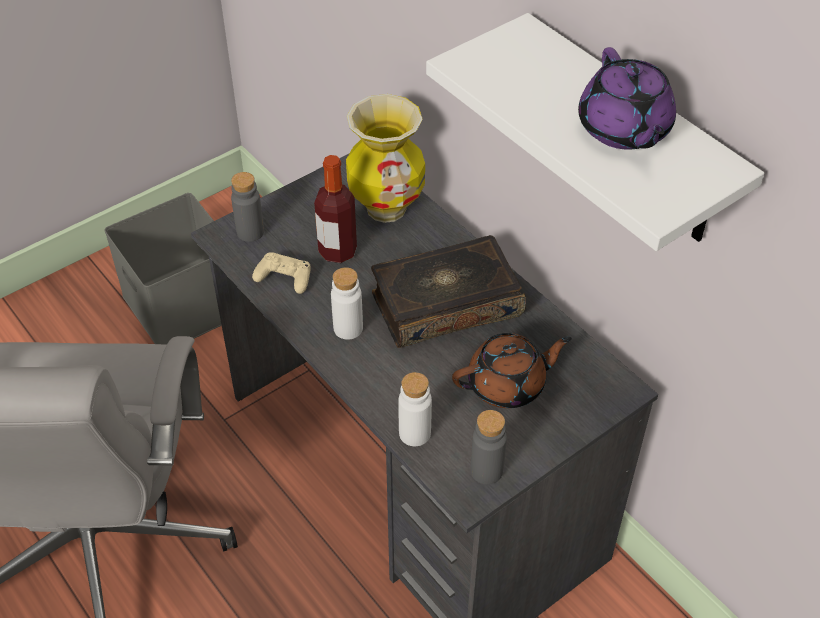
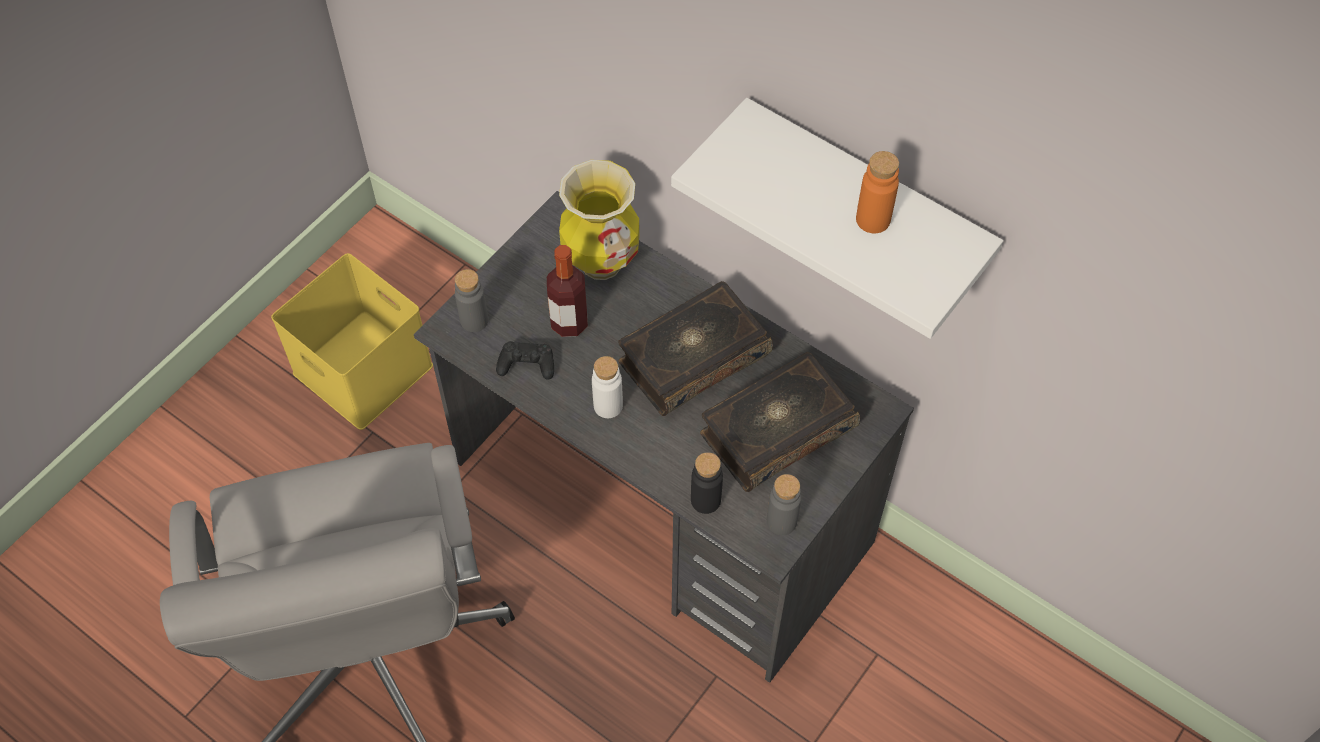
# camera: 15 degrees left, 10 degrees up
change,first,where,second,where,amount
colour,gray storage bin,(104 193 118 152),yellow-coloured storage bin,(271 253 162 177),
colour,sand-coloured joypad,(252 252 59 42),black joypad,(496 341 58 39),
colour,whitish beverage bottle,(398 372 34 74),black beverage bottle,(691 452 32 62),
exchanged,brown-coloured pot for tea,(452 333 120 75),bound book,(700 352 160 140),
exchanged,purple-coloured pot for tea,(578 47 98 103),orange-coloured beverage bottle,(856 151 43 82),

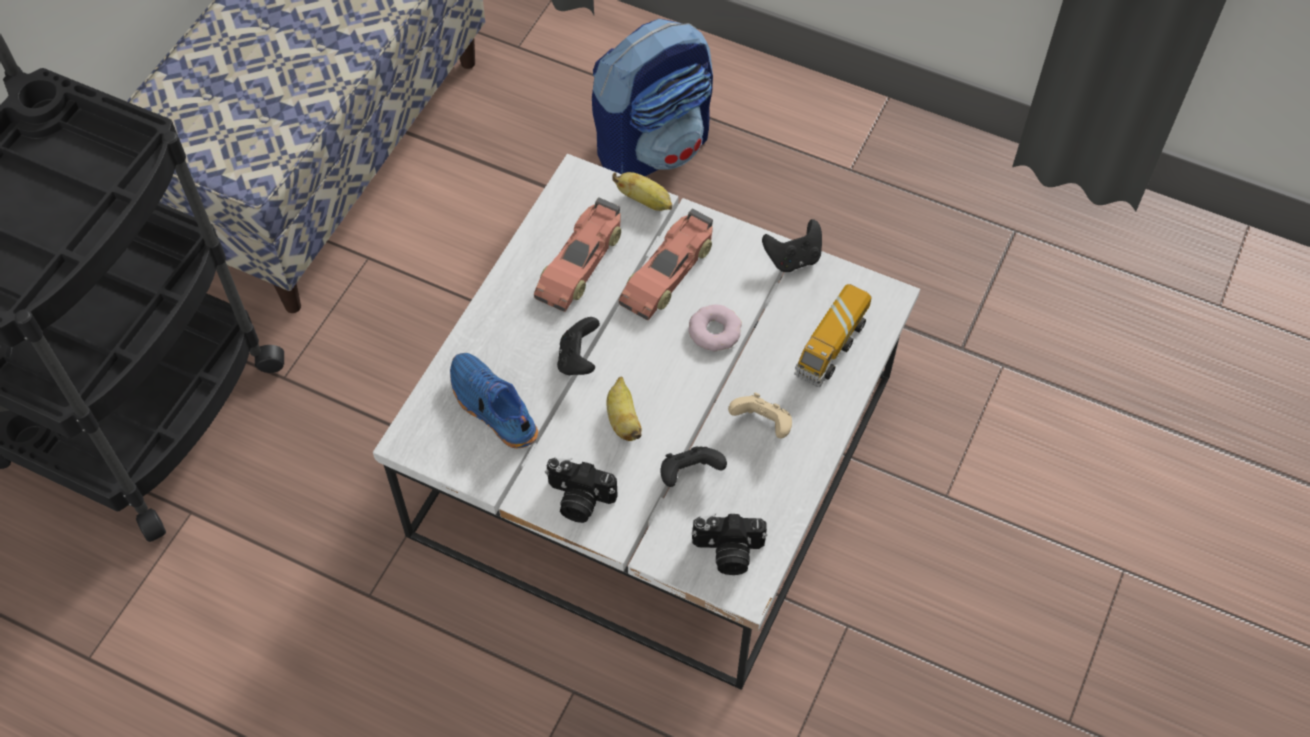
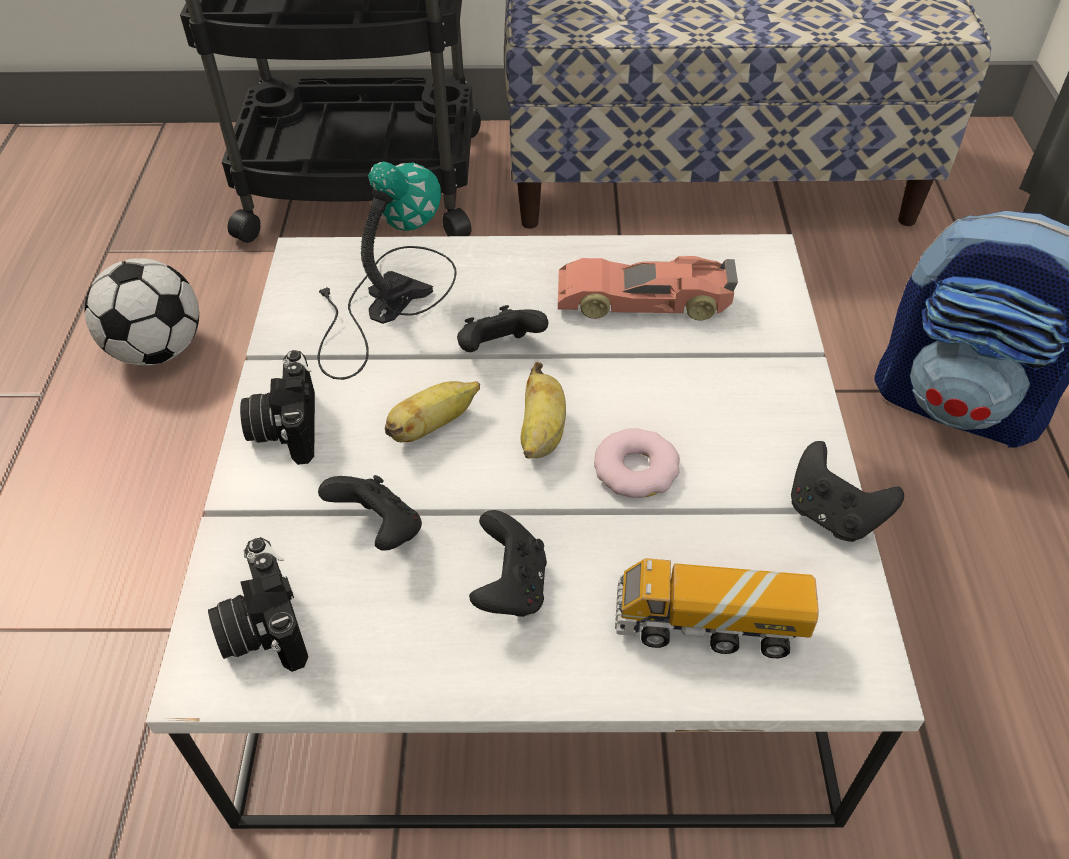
# camera: 65 degrees right, 10 degrees down
change,first,where,second,where,amount
exchanged,blue-coloured item of footwear,(450 353 88 95),lamp for a table,(317 161 140 219),
relocated,banana fruit,(612 172 60 39),,(520 362 46 97),
missing,model car,(619 208 94 112),,,
colour,sand-coloured joypad,(728 393 64 46),black joypad,(469 510 78 107),
appeared,,,ball for football,(84 258 115 108),

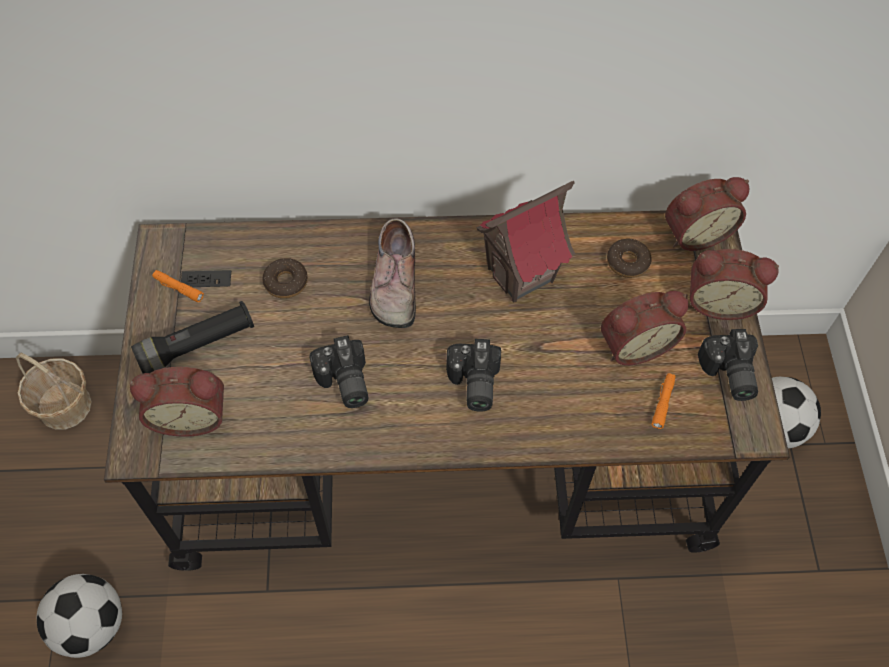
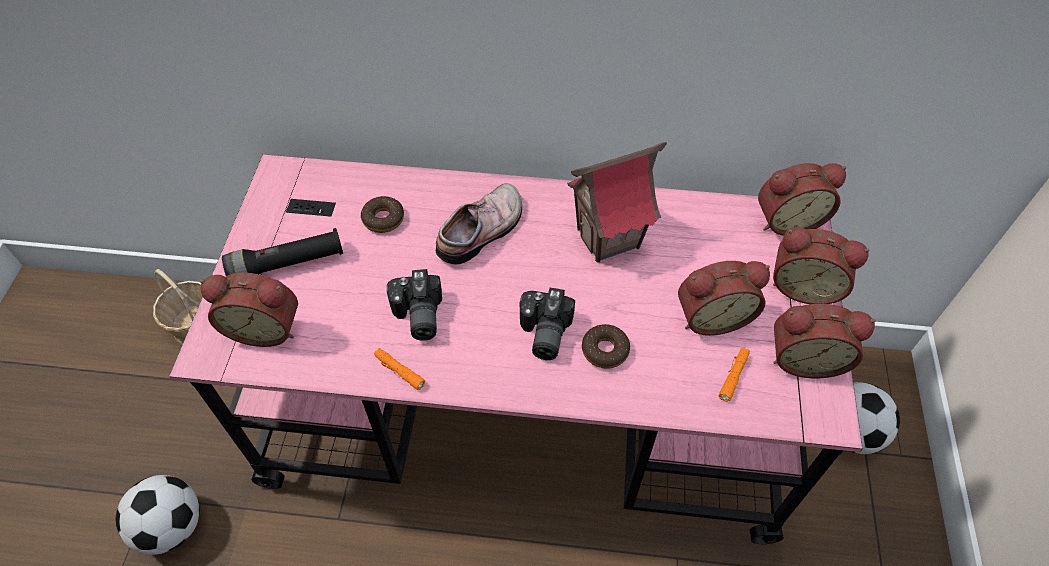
# camera: 10 degrees right, 5 degrees down
change,first,where,second,where,amount
colour,brown-coloured desk table,(104 210 686 361),pinkish desk table,(169 154 694 390),
relocated,orange-coloured flashlight,(152 270 52 32),,(374 348 52 42),
spun,item of footwear,(369 218 47 110),,(436 183 86 81),150 degrees counterclockwise
relocated,doughnut,(607 239 45 39),,(582 324 48 45),
exchanged,photo camera,(698 329 60 72),alarm clock,(773 304 103 74),

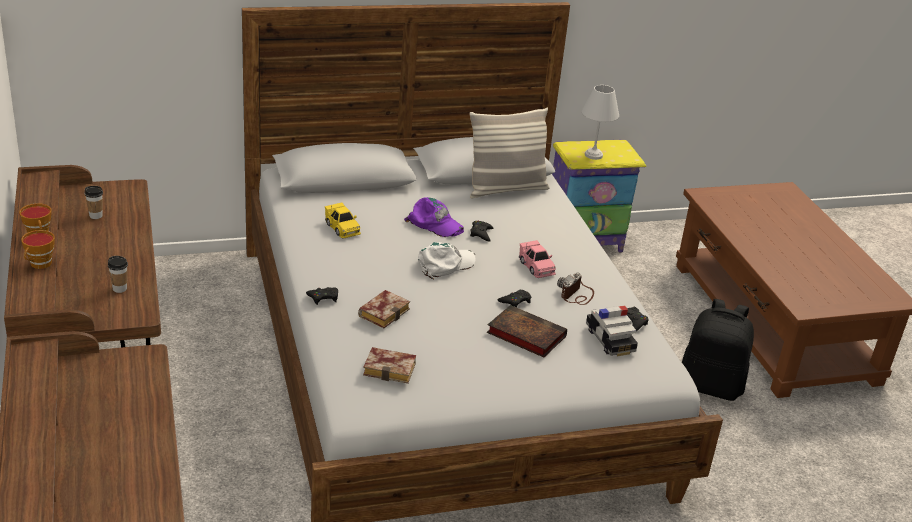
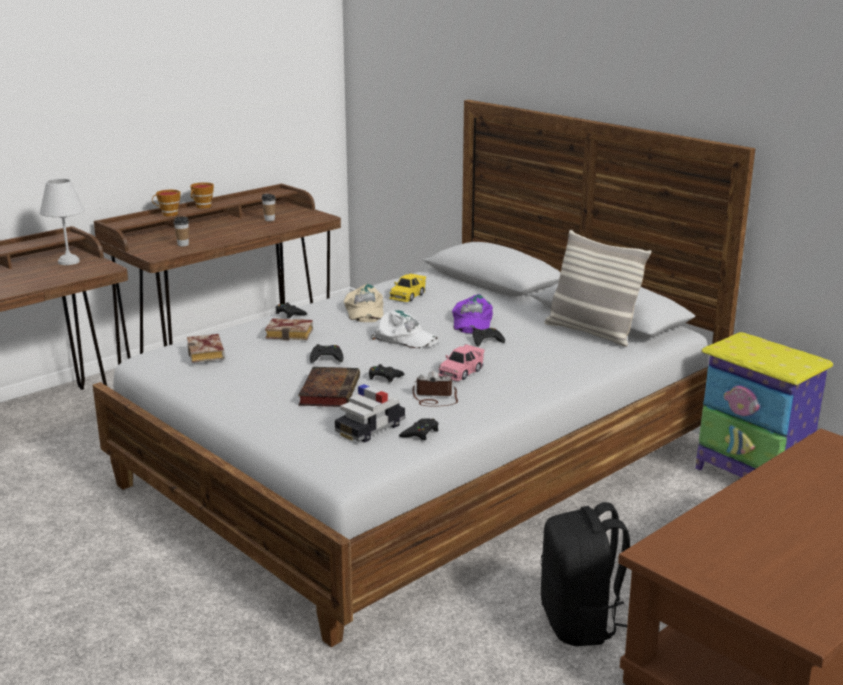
# camera: 65 degrees right, 10 degrees down
change,first,where,second,where,amount
relocated,whitish lamp for a table,(582 85 37 75),,(40 179 45 86),
appeared,,,black joypad,(310 344 33 19),
appeared,,,sand-coloured baseball cap,(344 284 40 38),

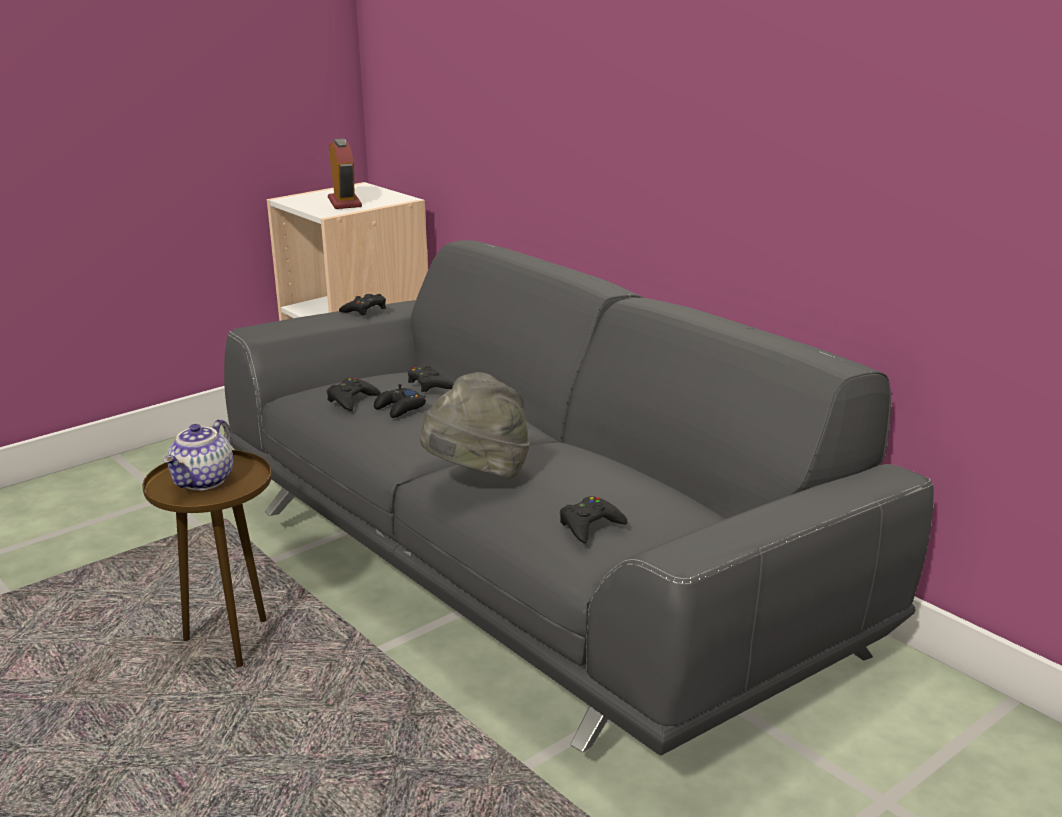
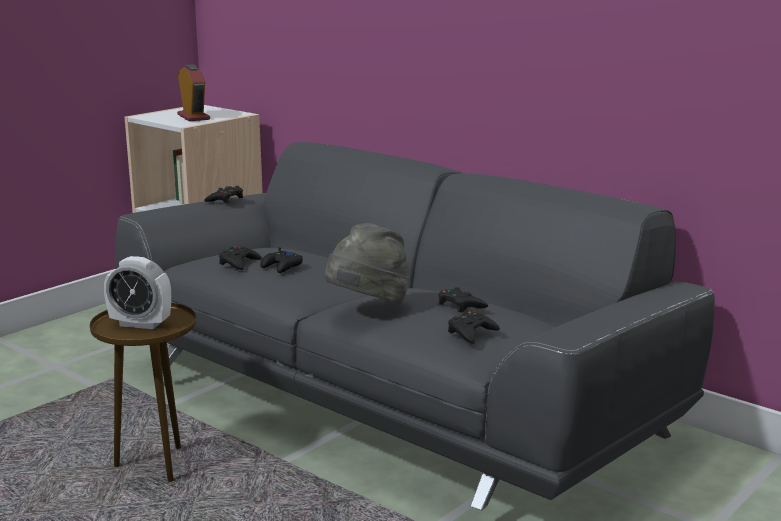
# camera: 10 degrees left, 5 degrees down
change,first,where,second,where,amount
exchanged,pot for tea,(163 419 70 71),alarm clock,(104 256 67 73),
relocated,black joypad,(408 365 46 27),,(438 287 50 25),

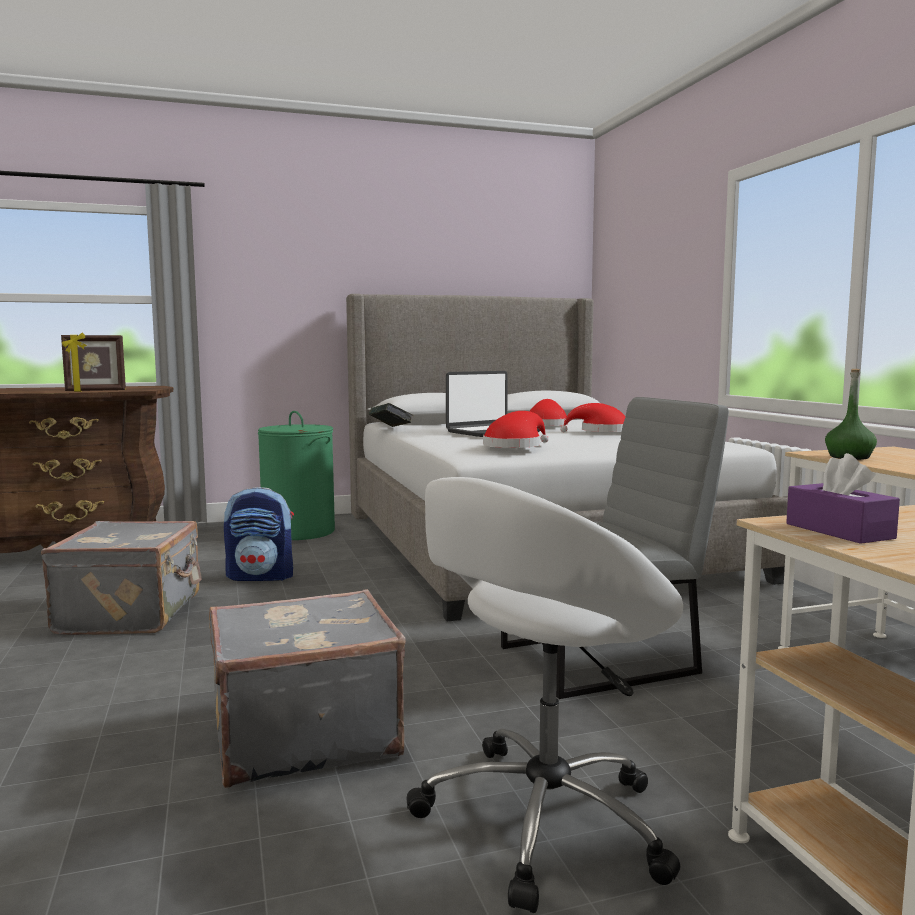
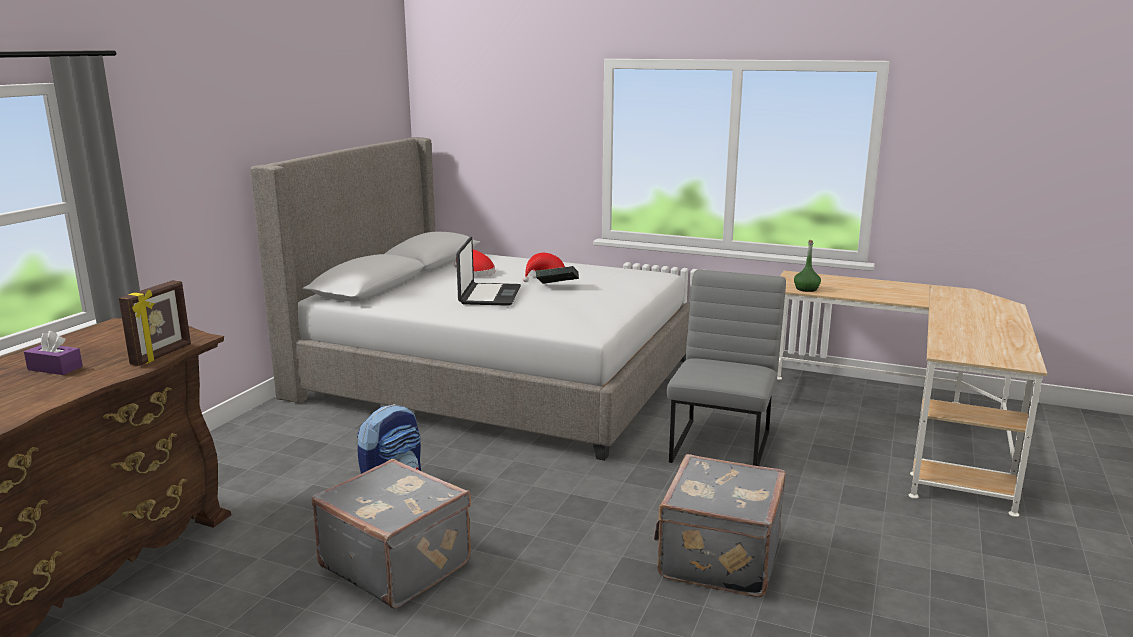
# camera: 50 degrees left, 10 degrees up
change,first,where,second,where,amount
missing,greenish hamper,(258 411 77 129),,,
relocated,bound book,(369 403 45 24),,(536 266 43 18),
missing,whitish computer chair,(407 477 276 436),,,
missing,reddish hat,(483 411 66 37),,,
relocated,purple-coloured tissue holder,(786 453 114 91),,(24 331 59 44),

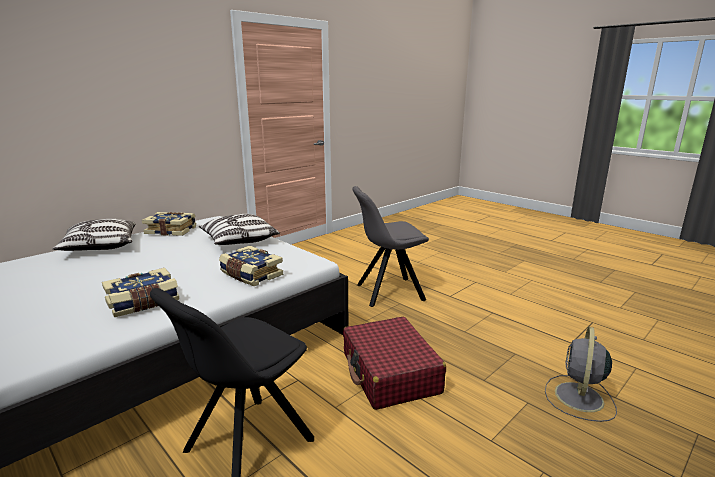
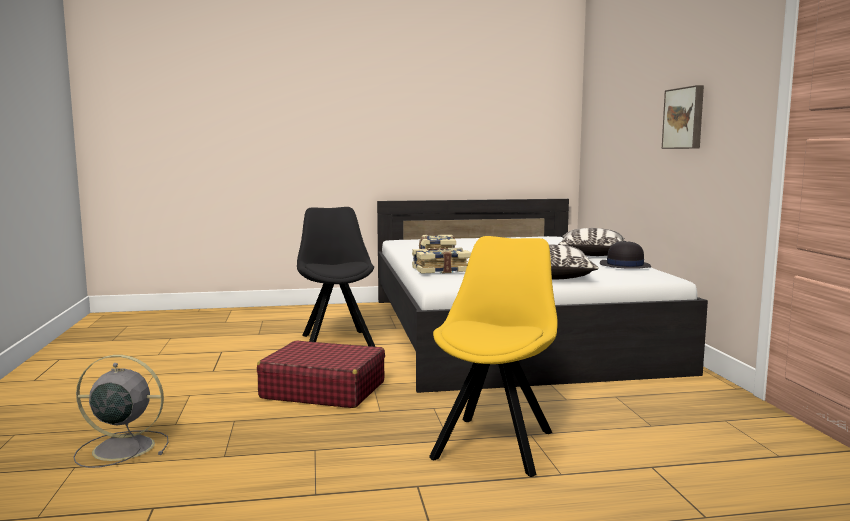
# camera: 125 degrees right, 10 degrees down
change,first,where,second,where,amount
exchanged,bound book,(142 212 54 24),black hat,(600 241 51 28),
colour,gray plain chair,(352 186 77 121),yellow-coloured plain chair,(429 236 129 241),
spun,gray electric fan,(545 327 72 95),,(73 355 95 113),60 degrees counterclockwise
appeared,,,wall art,(662 85 42 64),

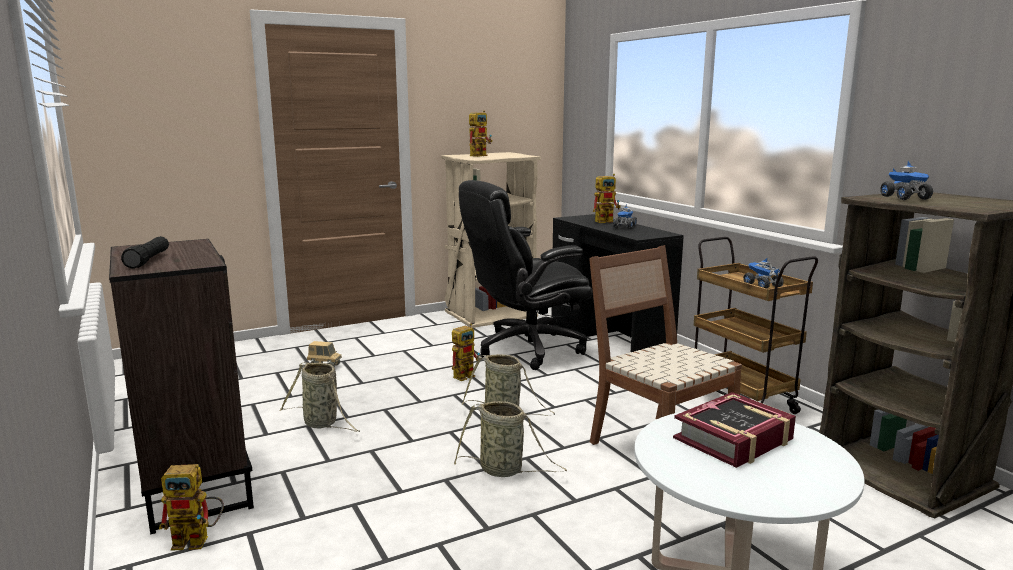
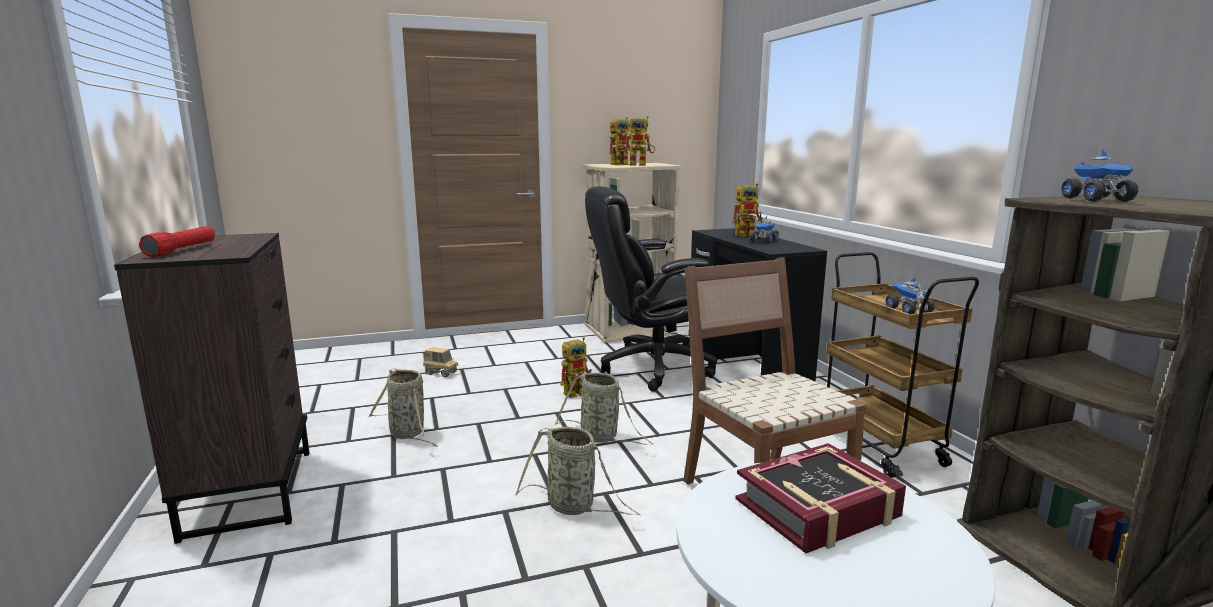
# camera: 10 degrees right, 0 degrees up
change,first,where,second,where,amount
colour,black flashlight,(121 236 48 33),reddish flashlight,(139 226 76 31),
relocated,model robot,(159 464 65 87),,(624 116 31 50),

